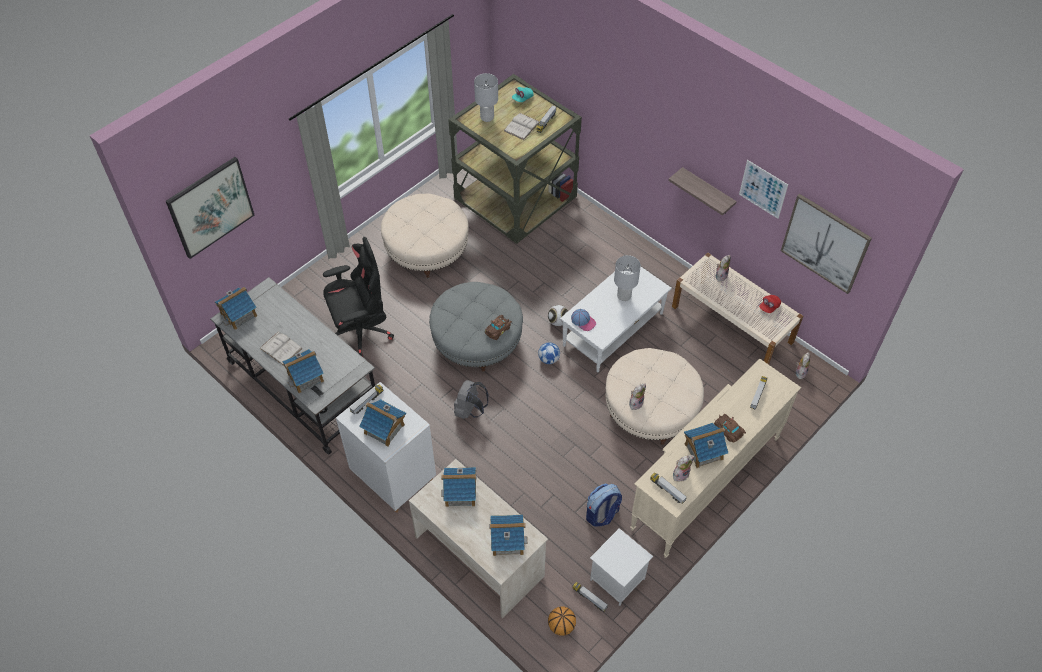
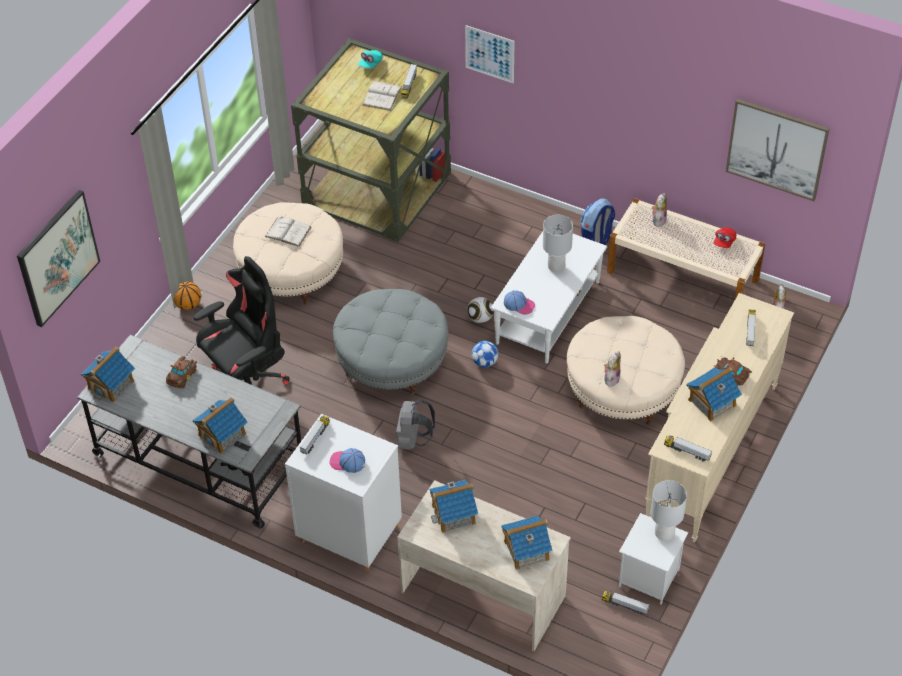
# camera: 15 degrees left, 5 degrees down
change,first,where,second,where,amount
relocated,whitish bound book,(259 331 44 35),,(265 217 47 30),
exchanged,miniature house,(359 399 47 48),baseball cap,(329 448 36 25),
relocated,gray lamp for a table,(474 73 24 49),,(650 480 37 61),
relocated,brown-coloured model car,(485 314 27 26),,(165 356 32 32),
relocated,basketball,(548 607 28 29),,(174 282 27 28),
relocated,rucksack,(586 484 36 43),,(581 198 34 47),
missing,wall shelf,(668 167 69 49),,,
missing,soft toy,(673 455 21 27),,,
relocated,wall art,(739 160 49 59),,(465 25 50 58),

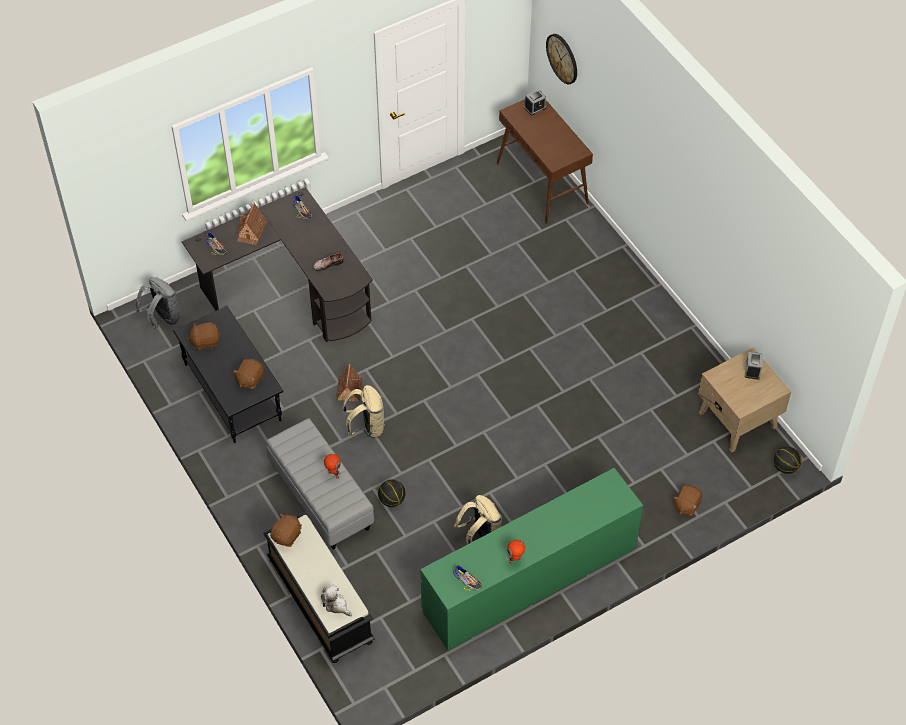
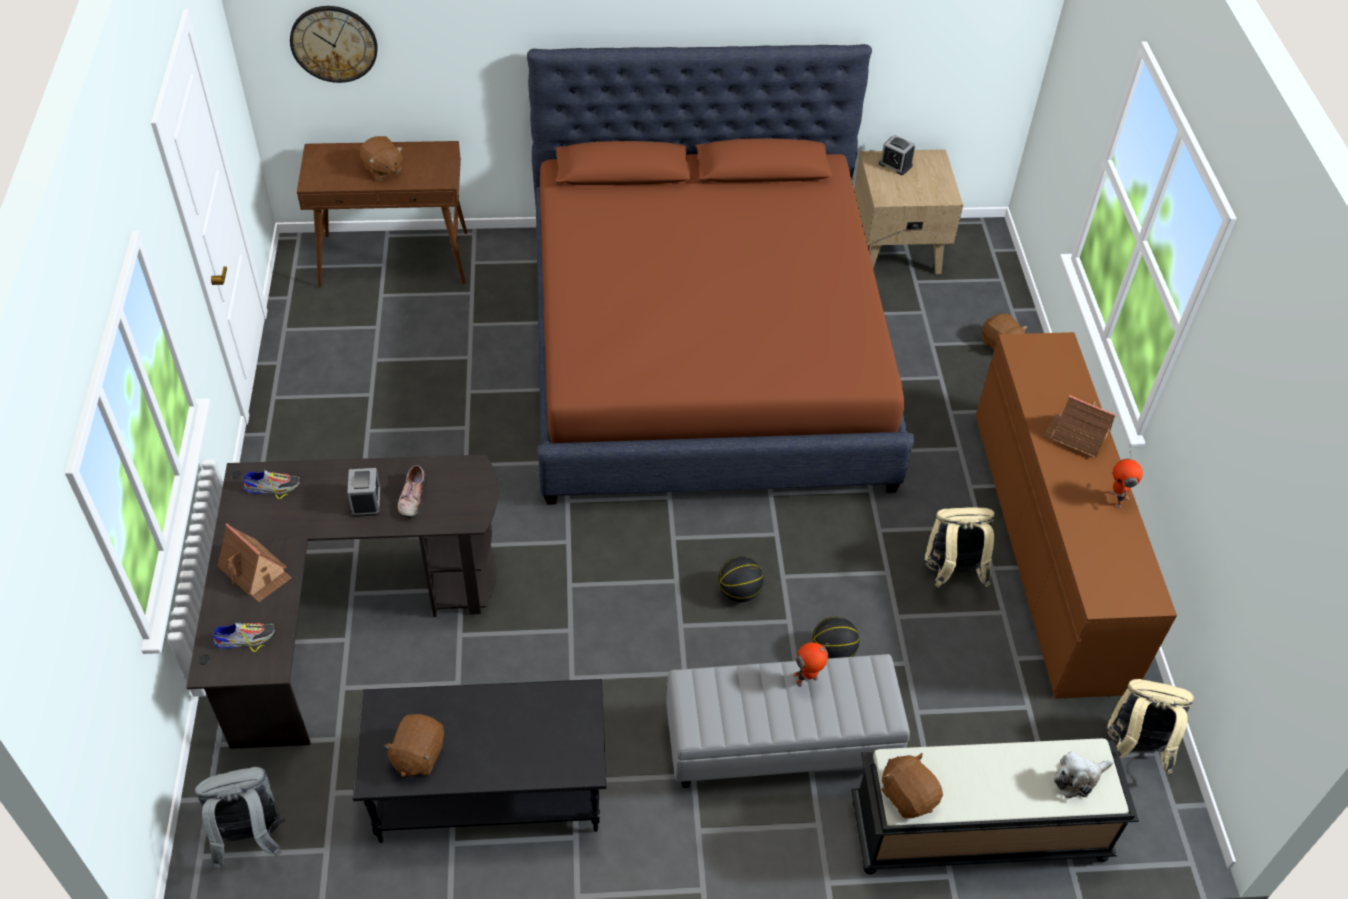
# camera: 65 degrees left, 5 degrees down
change,first,where,second,where,amount
relocated,brown-coloured soft toy,(233 359 31 30),,(360 136 43 44),
relocated,miniature house,(336 364 27 38),,(1044 395 72 63),
relocated,sand-coloured rucksack,(343 385 42 53),,(1105 679 89 96),
colour,greenish chest of drawers,(420 468 223 182),brown-coloured chest of drawers,(976 332 201 367),
missing,item of footwear,(453 565 29 25),,,
relocated,alarm clock,(524 89 22 27),,(347 468 34 49),
relocated,basketball,(774 447 27 27),,(718 557 46 45),
appeared,,,brown-coloured bed,(527 44 387 461),

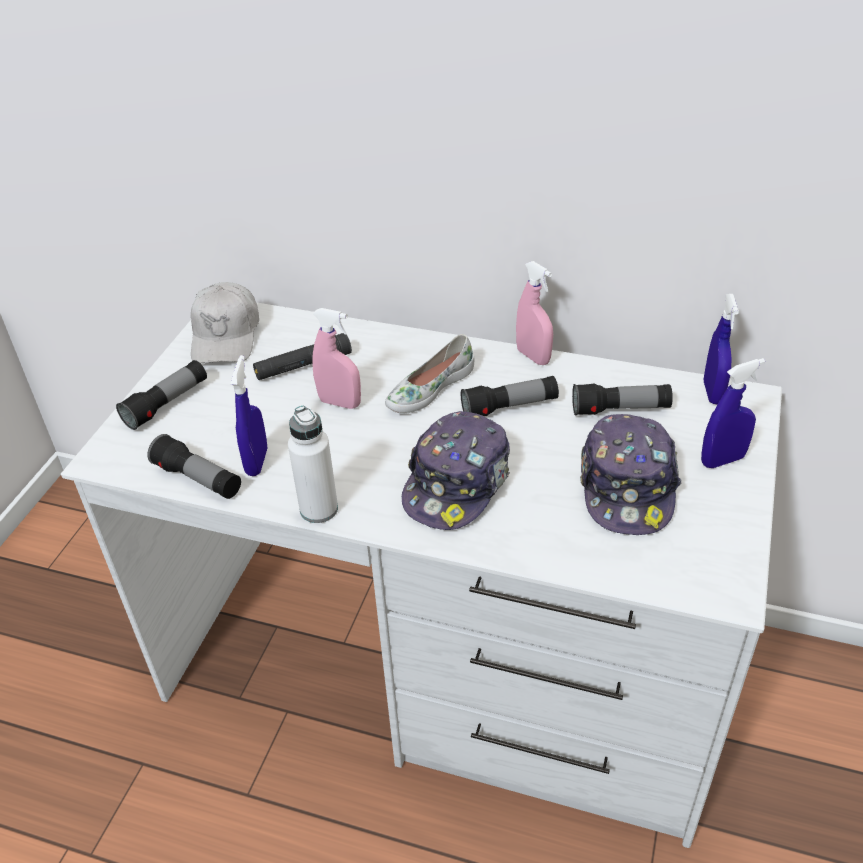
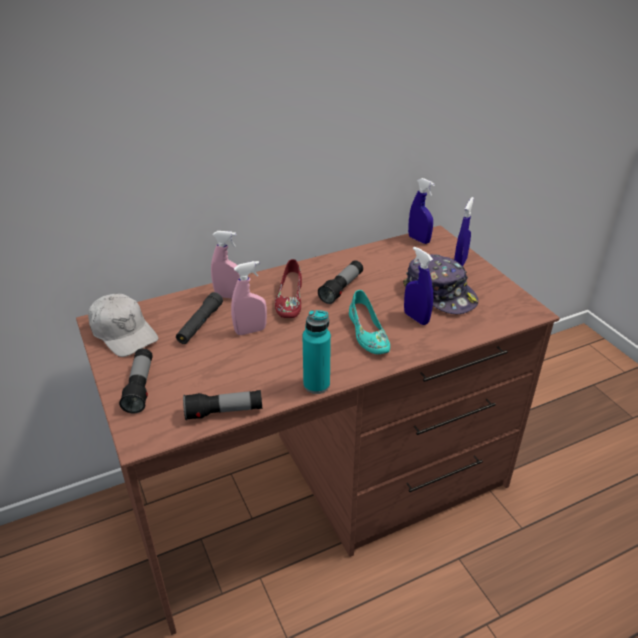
# camera: 45 degrees left, 5 degrees down
change,first,where,second,where,amount
colour,whitish desk table,(61 302 721 546),brown-coloured desk table,(76 225 484 410),
relocated,blue-coloured hand sprayer,(231 355 37 121),,(404 246 29 79),
colour,whitish beverage bottle,(288 406 50 117),blue-green beverage bottle,(303 310 28 84),
colour,whitish item of footwear,(385 334 89 80),reddish item of footwear,(275 259 27 59),
exchanged,baseball cap,(402 411 108 119),blue-green item of footwear,(349 290 41 64),
relocated,pinkish hand sprayer,(516 261 37 104),,(211 231 29 67),
missing,flashlight,(572 383 101 33),,,

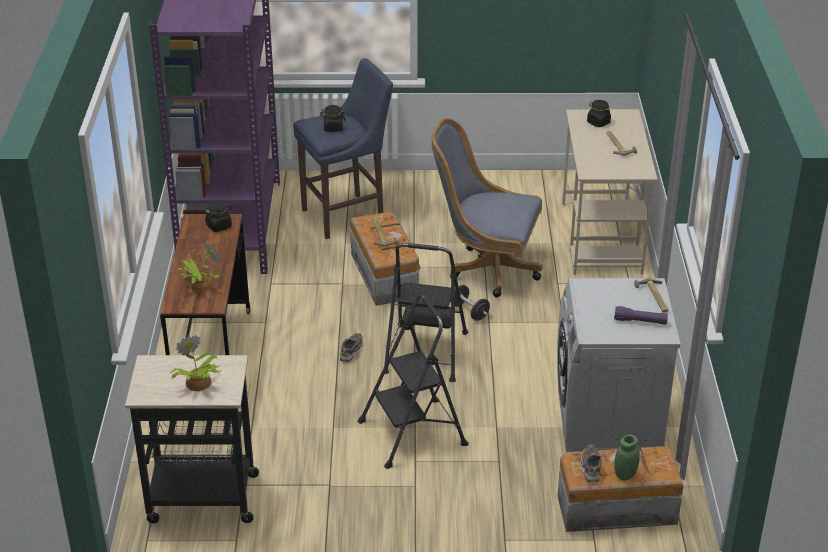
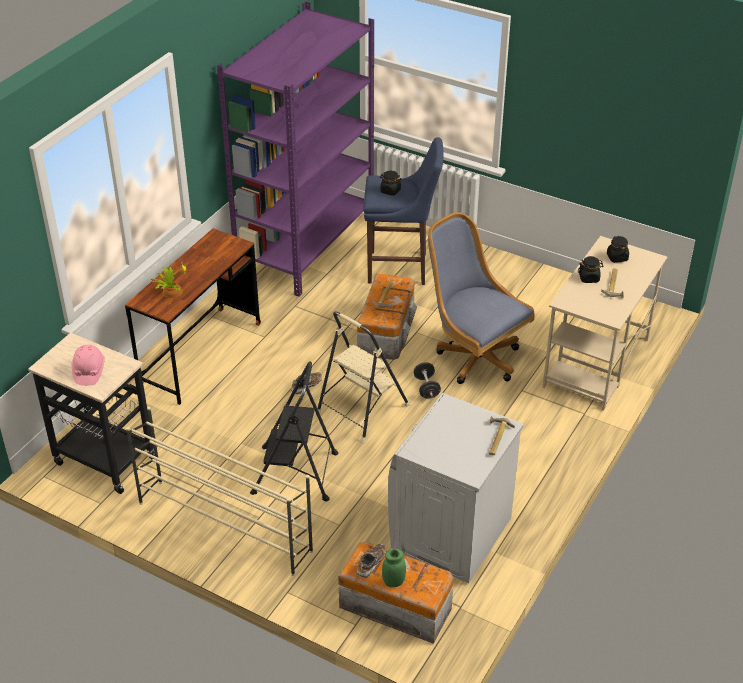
# camera: 30 degrees right, 5 degrees up
change,first,where,second,where,amount
exchanged,plant in a pot,(171 335 50 56),pinkish safety helmet,(72 345 33 41),
relocated,black jar,(205 201 27 31),,(578 256 26 27),
colour,black stepladder,(384 243 84 139),sand-coloured stepladder,(315 312 96 132),
missing,purple-coloured flashlight,(614 306 54 19),,,
appeared,,,sand-coloured shoe shelf,(126 407 187 169),

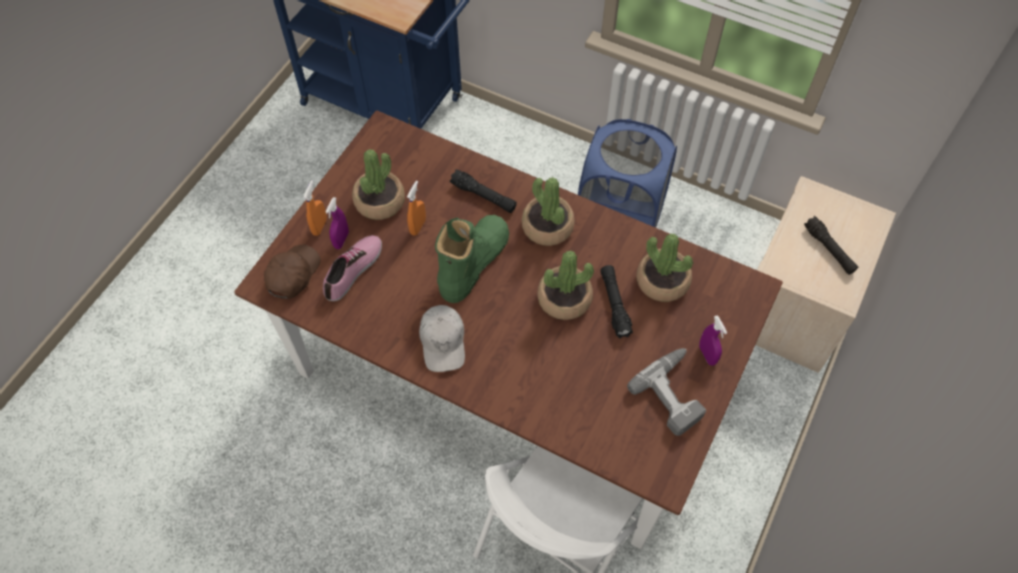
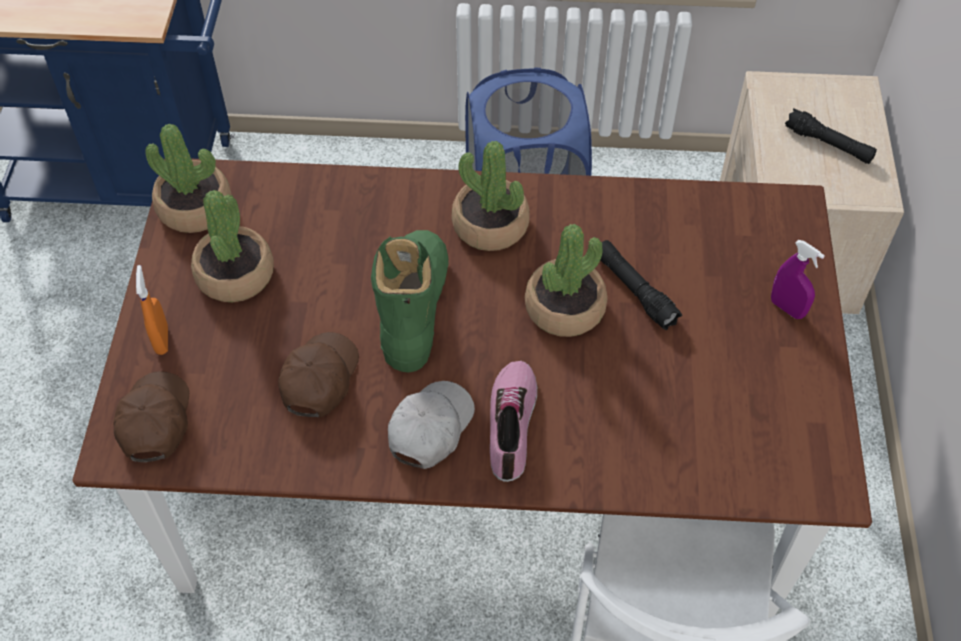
# camera: 25 degrees left, 5 degrees down
change,first,where,second,where,amount
relocated,item of footwear,(323 235 59 66),,(490 361 47 121),
missing,purple-coloured hand sprayer,(326 197 23 52),,,
missing,orange-coloured hand sprayer,(407 180 19 56),,,
spun,whitish baseball cap,(419 305 46 67),,(388 381 87 88),120 degrees counterclockwise
missing,black flashlight,(450 169 67 44),,,
missing,drill,(627 348 79 88),,,
relocated,plant in a pot,(637 234 56 68),,(145 124 87 109),
appeared,,,brown-coloured baseball cap,(278 332 81 85),

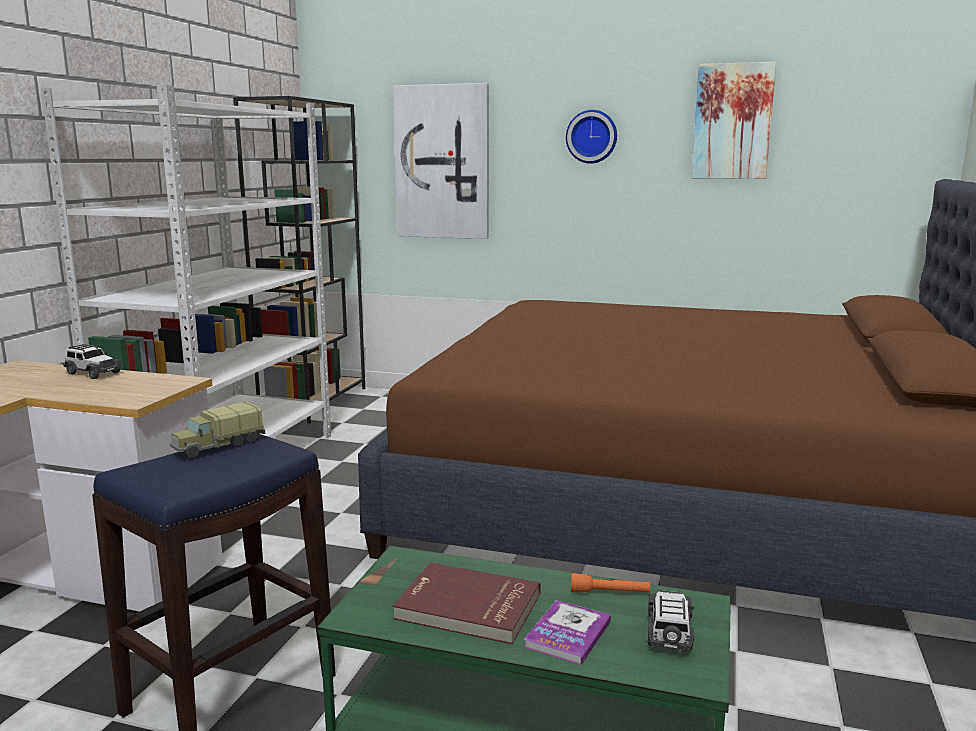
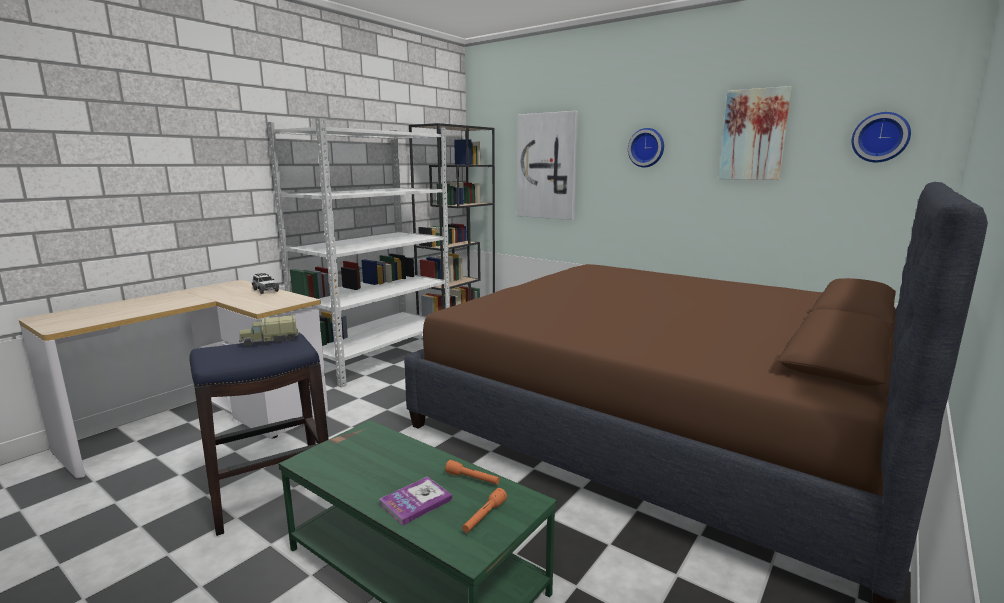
# camera: 20 degrees right, 0 degrees up
change,first,where,second,where,amount
missing,reddish bound book,(393 562 148 82),,,
exchanged,model car,(648 589 46 64),orange-coloured flashlight,(462 488 45 45),
appeared,,,wall clock,(852 112 59 50),

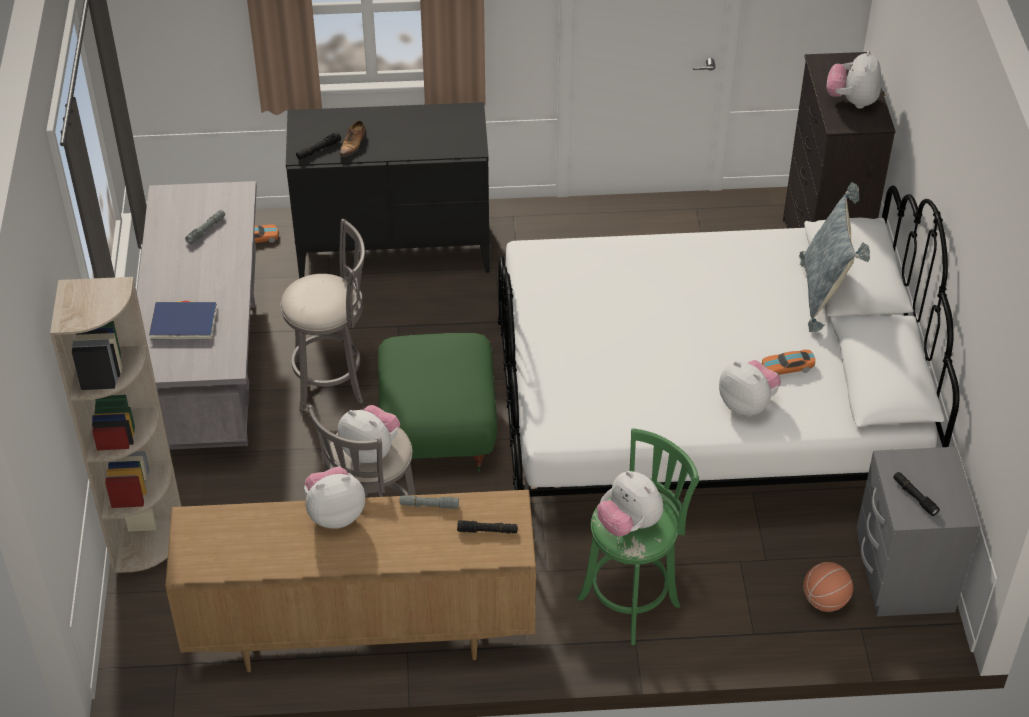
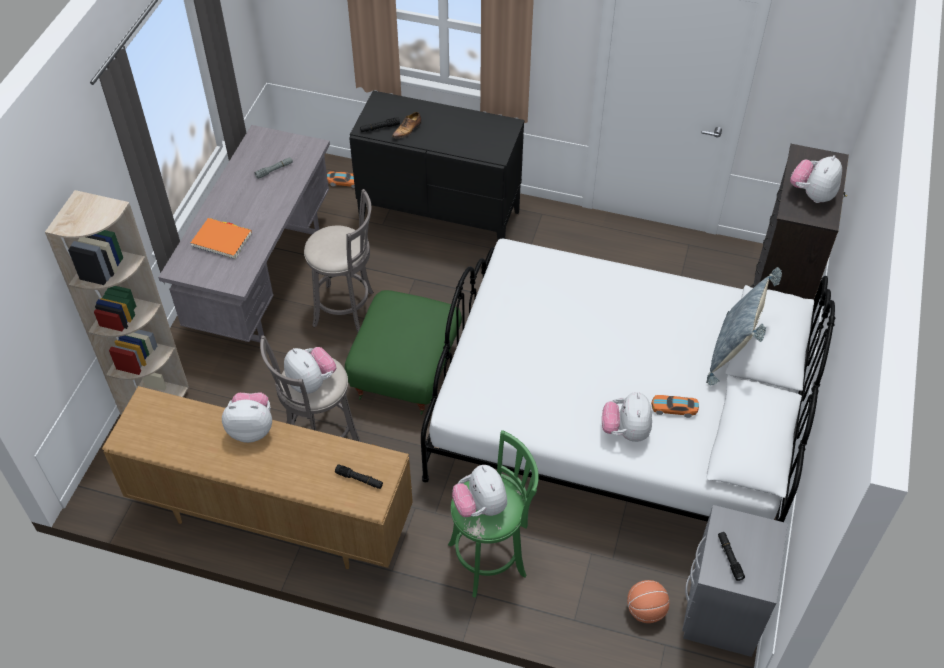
# camera: 20 degrees right, 5 degrees up
change,first,where,second,where,amount
colour,blue-coloured bound book,(149 301 68 39),orange-coloured bound book,(191 218 61 41),
missing,gray flashlight,(399 496 60 13),,,
spun,soft toy,(719 360 62 56),,(602 392 50 50),150 degrees counterclockwise

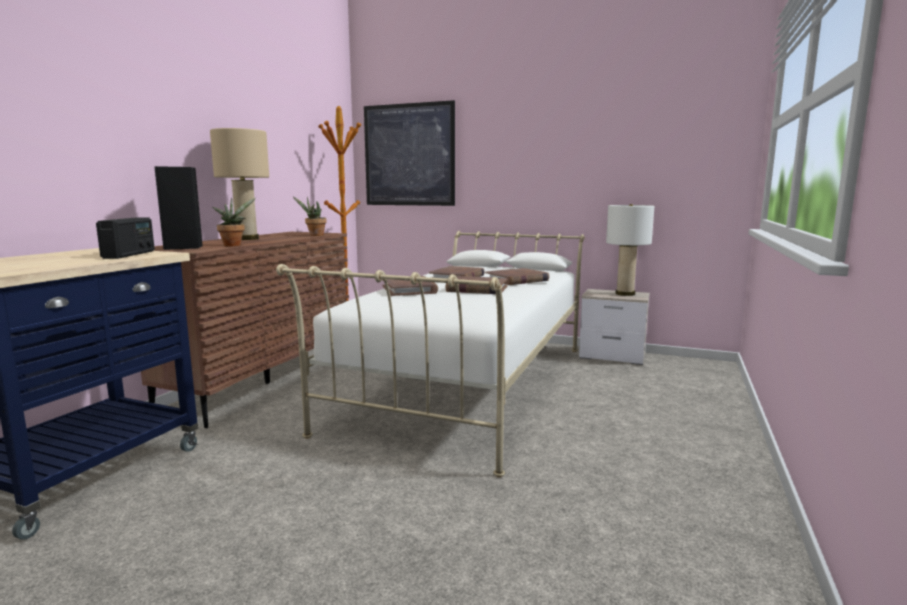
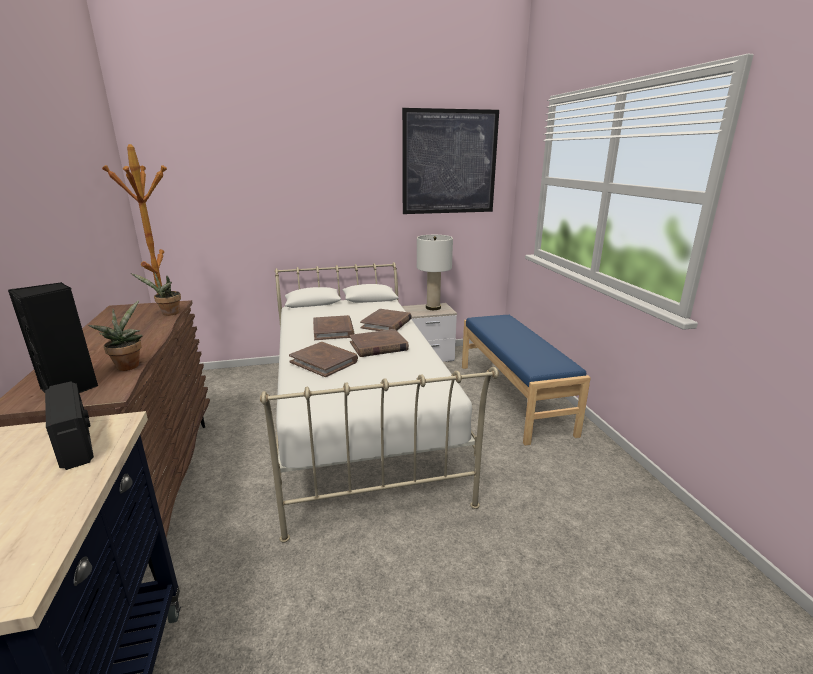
# camera: 35 degrees left, 10 degrees up
change,first,where,second,where,amount
missing,sand-coloured lamp for a table,(210 128 59 112),,,
relocated,wall art,(364 100 91 106),,(402 108 97 106),
appeared,,,blue-coloured indoor bench,(462 315 129 131),

